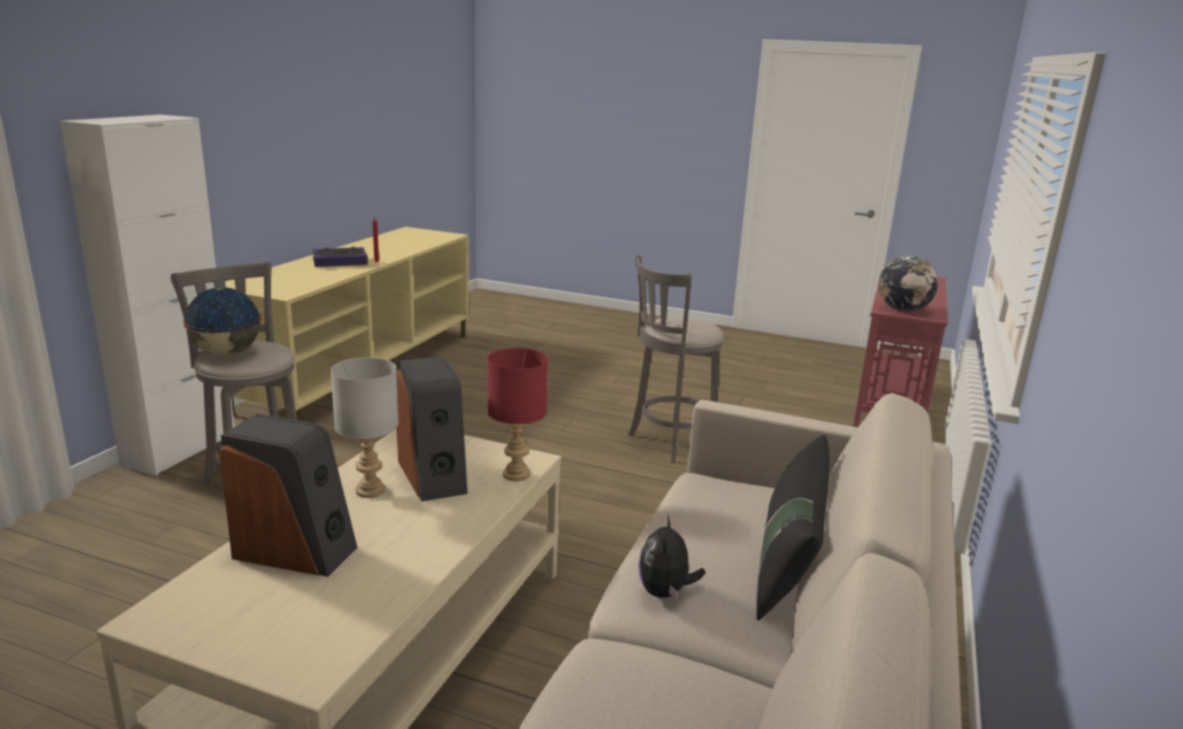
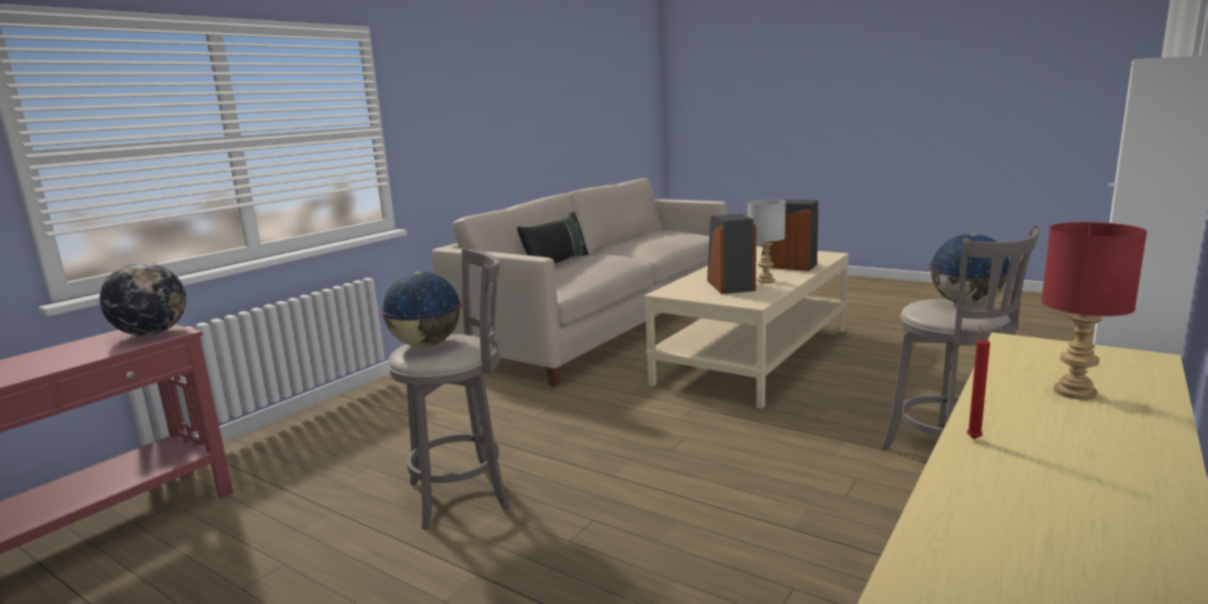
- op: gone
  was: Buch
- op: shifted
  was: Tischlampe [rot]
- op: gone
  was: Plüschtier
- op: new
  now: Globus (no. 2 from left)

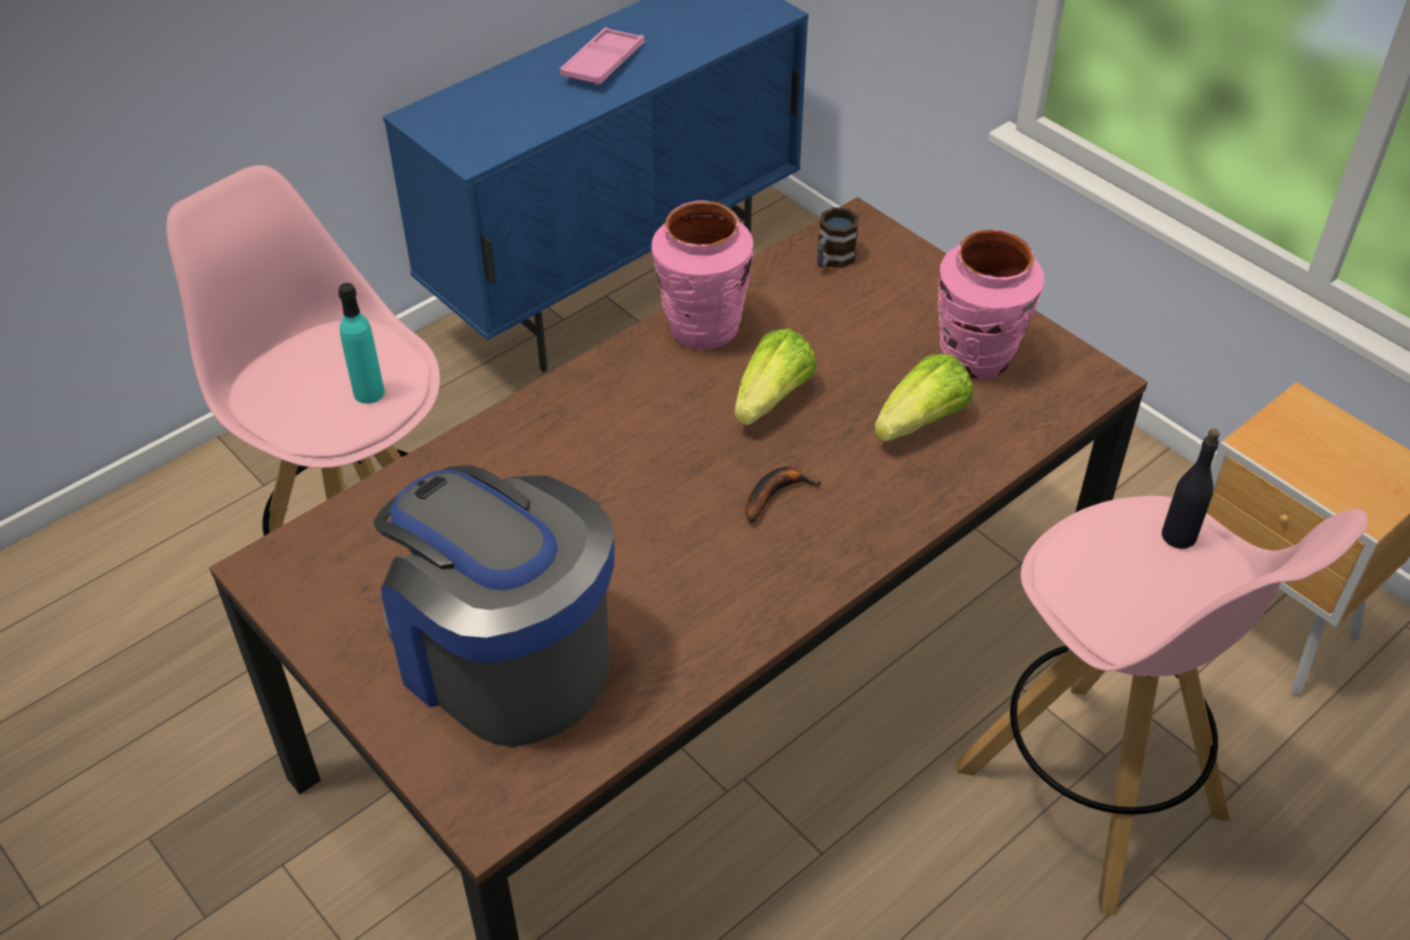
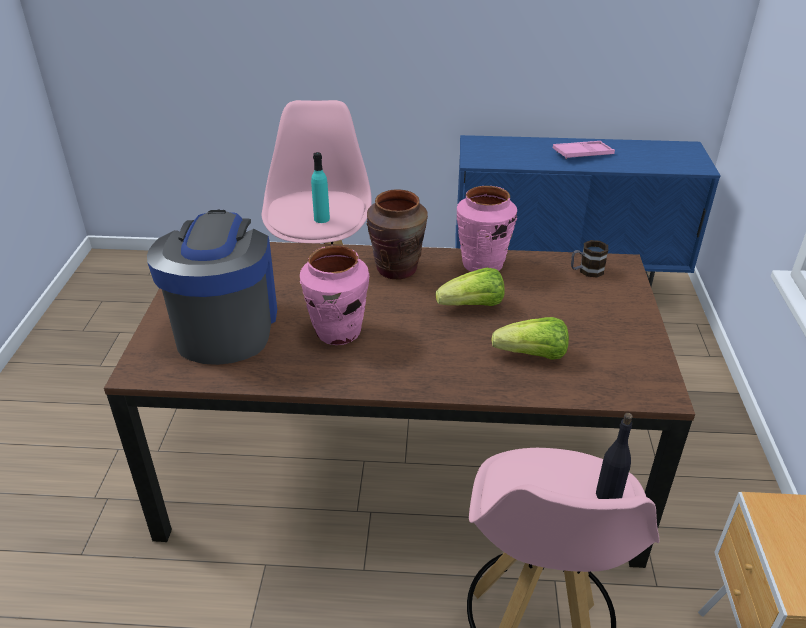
- op: shifted
  was: Vase [rosa] (no. 2 from left in the first image)
  now: Vase [rosa] (no. 1 from left)
- op: gone
  was: Banane
- op: new
  now: Vase [braun]

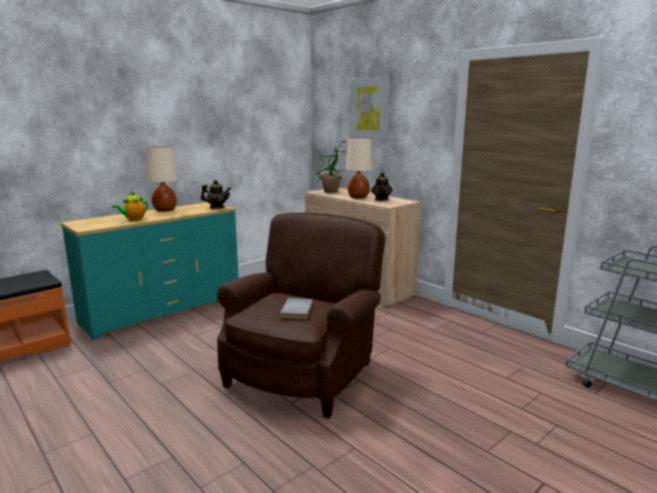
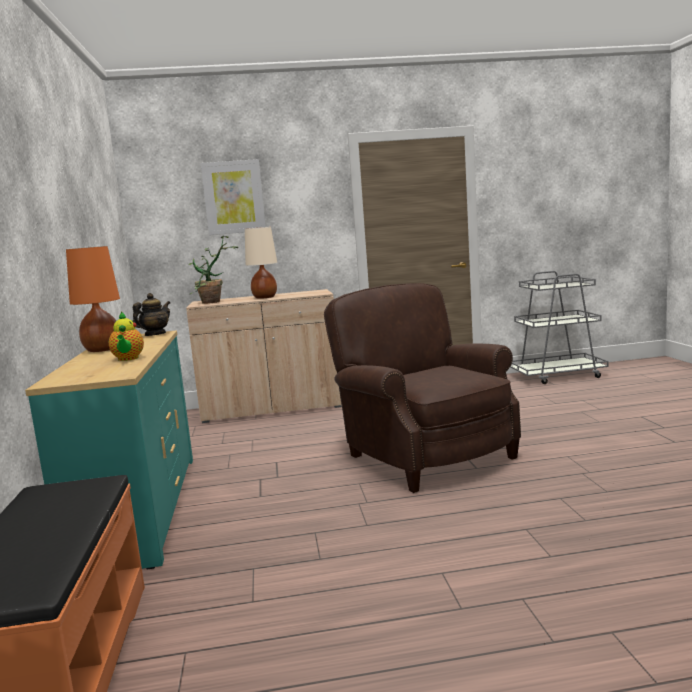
- op: repainted
  was: Tischlampe [beige] (no. 1 from left)
  now: Tischlampe [orange]
- op: gone
  was: Teekanne (no. 3 from left)
- op: gone
  was: Buch [grau]

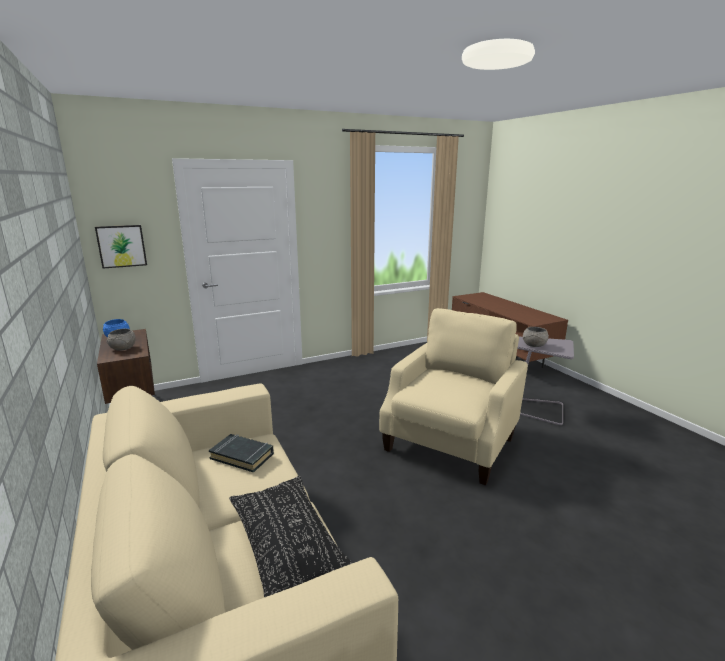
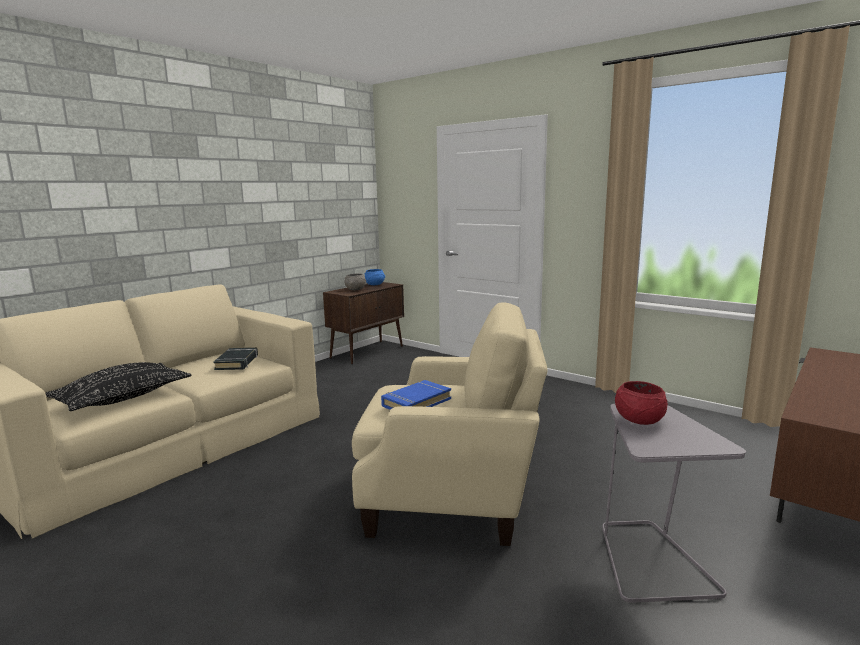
- op: gone
  was: Bild
- op: repainted
  was: Schüssel [grau] (no. 2 from left)
  now: Schüssel [rot]
- op: new
  now: Buch [blau]

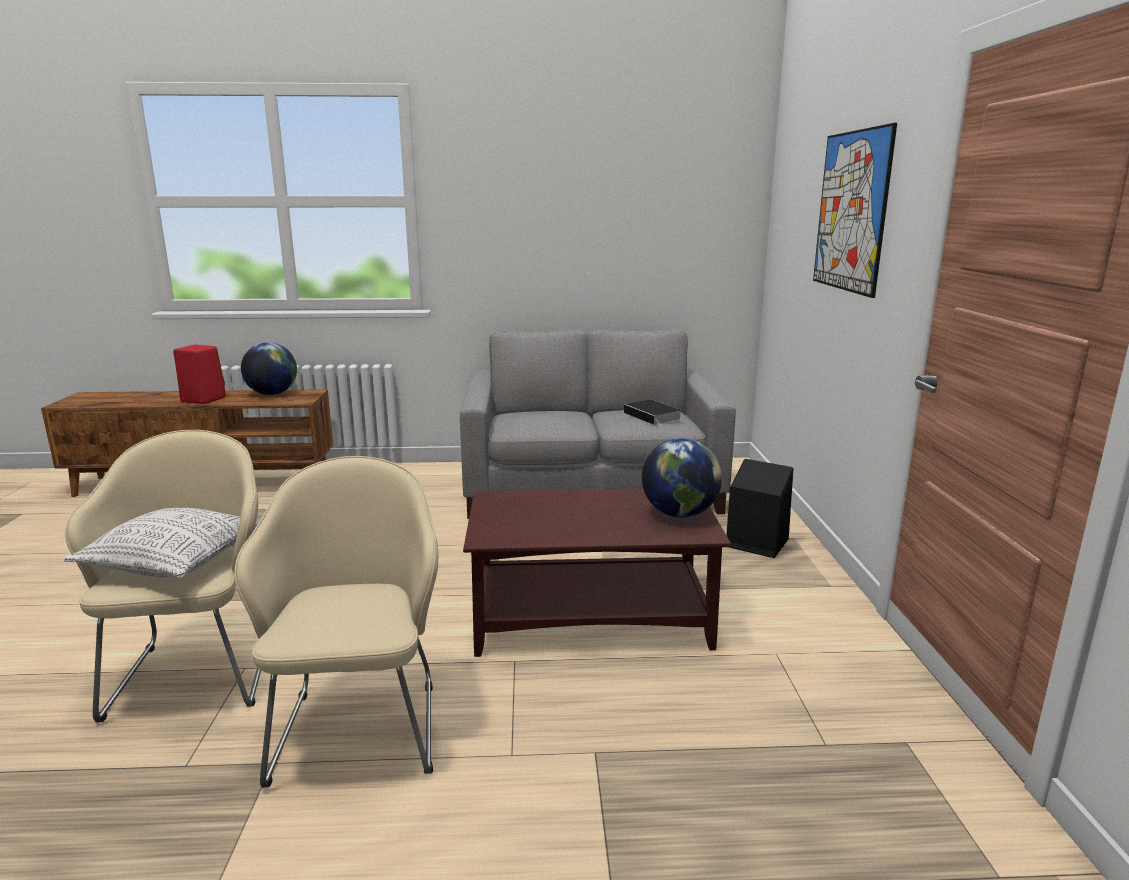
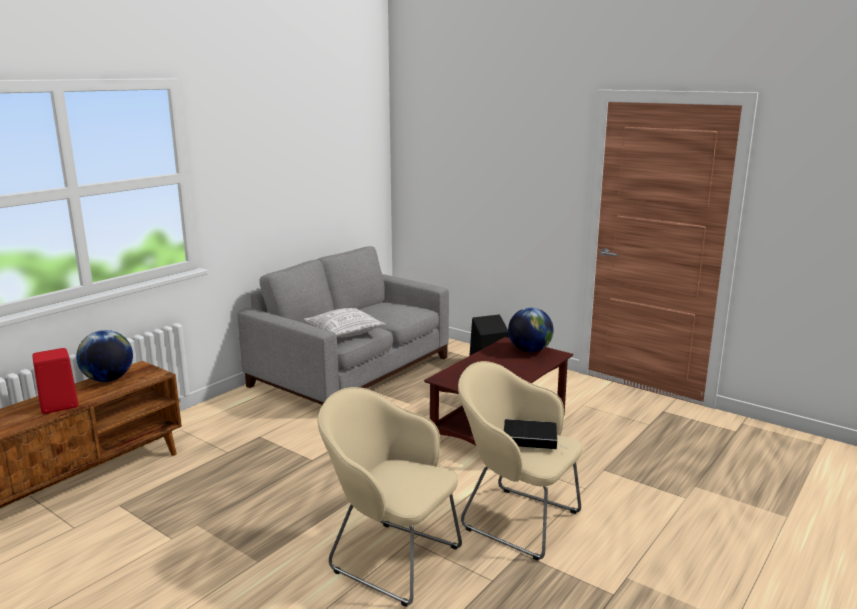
- op: gone
  was: Bild
- op: shifted
  was: Buch
- op: shifted
  was: Kissen

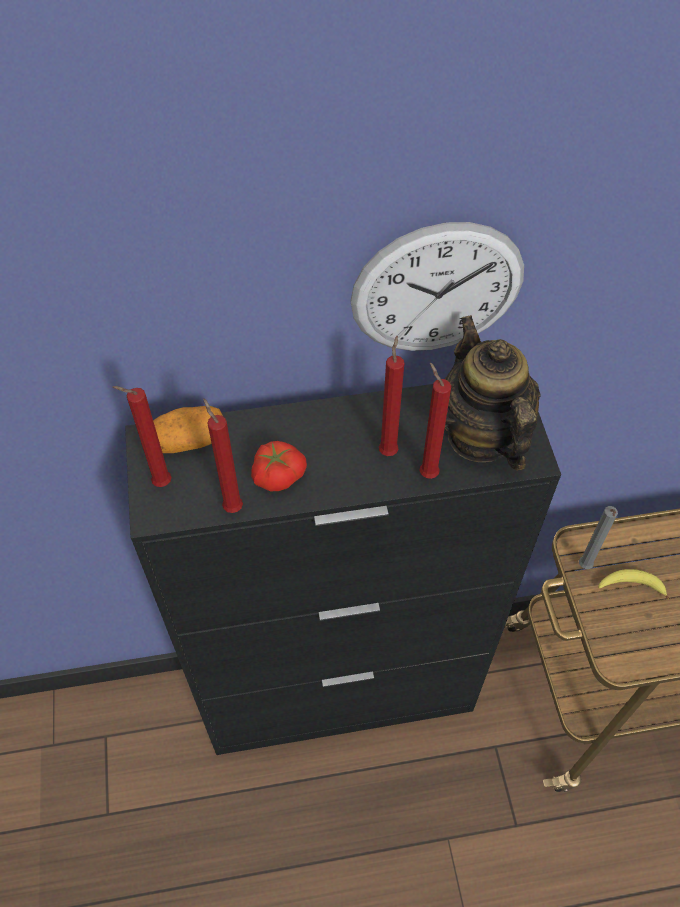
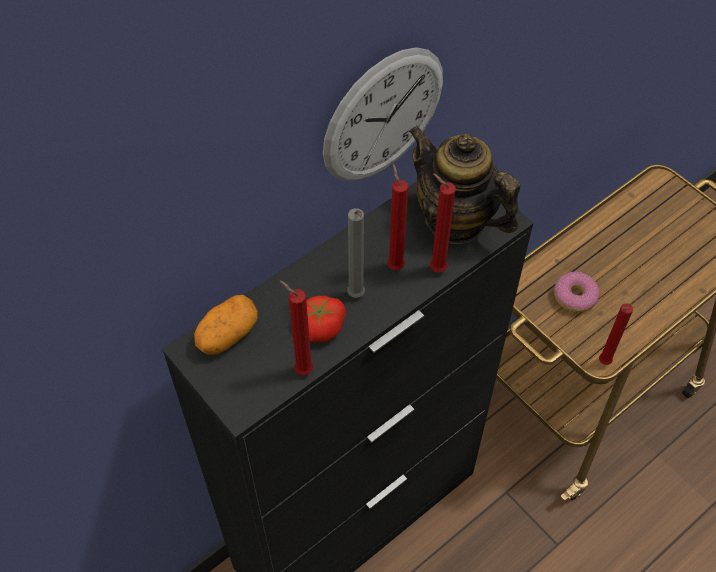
- op: shifted
  was: Kerze [rot] (no. 1 from left in the first image)
  now: Kerze [rot] (no. 4 from left)
- op: shifted
  was: Kerze [grau]
- op: swapped
  was: Banane
  now: Donut

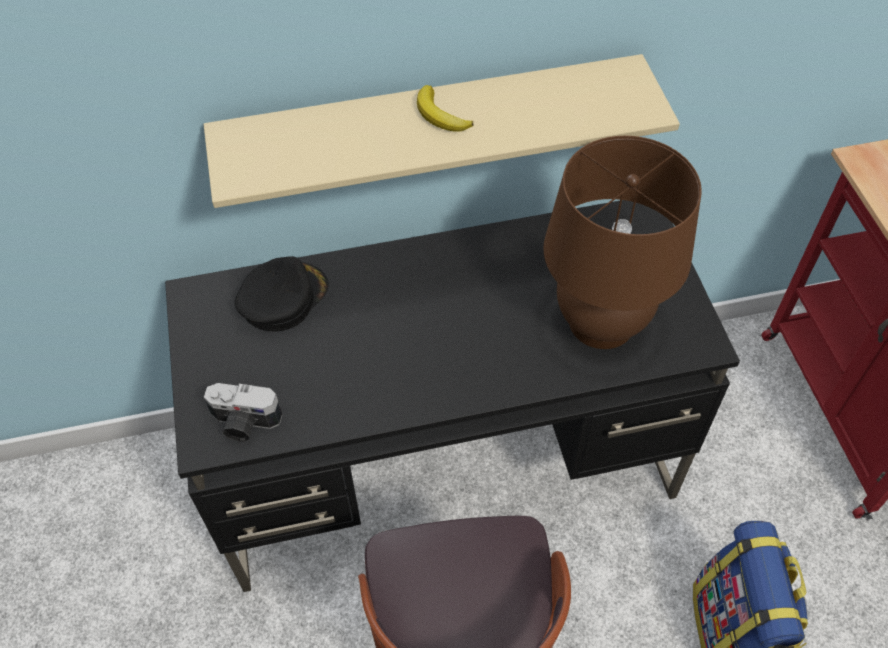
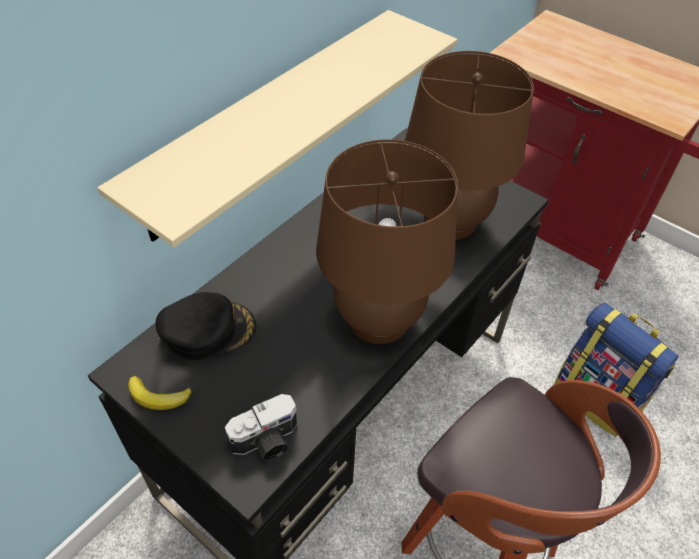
- op: shifted
  was: Banane
- op: rotated
  was: Kappe [schwarz]
  clockwise: 75
- op: new
  now: Tischlampe [braun] (no. 1 from left)

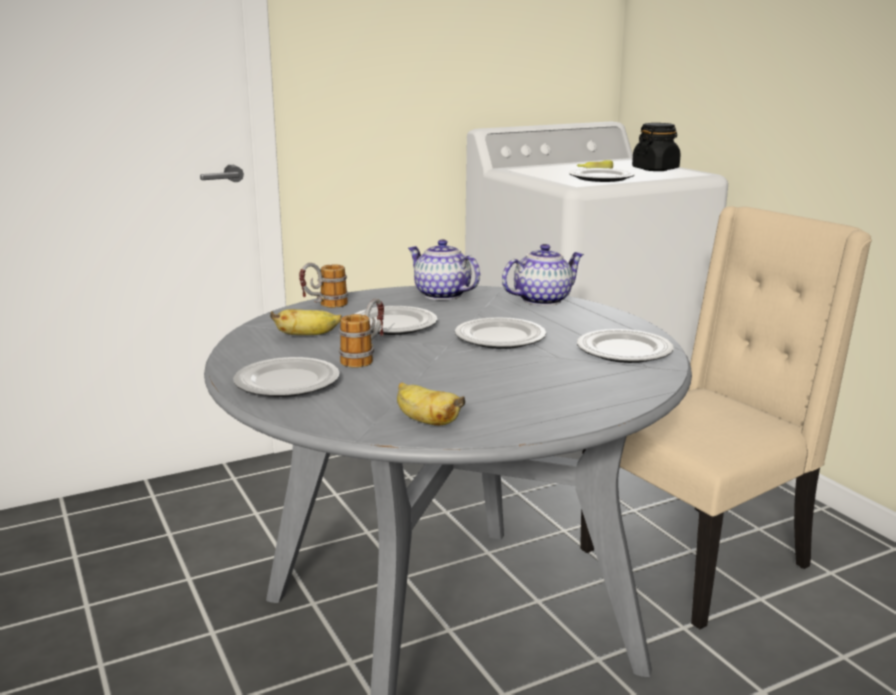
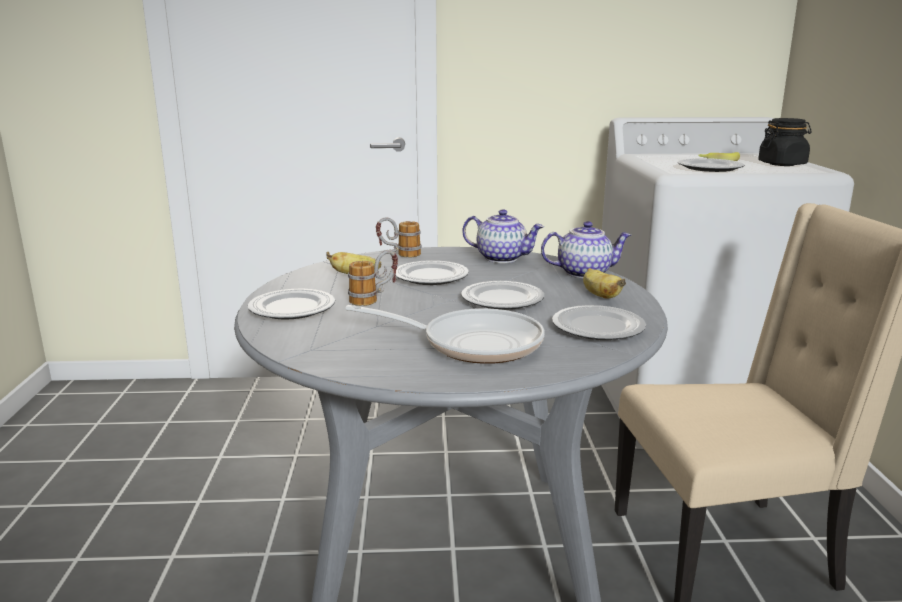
- op: rotated
  was: Teekanne (no. 1 from left)
  clockwise: 135
- op: shifted
  was: Banane (no. 2 from left)
- op: new
  now: Pfanne

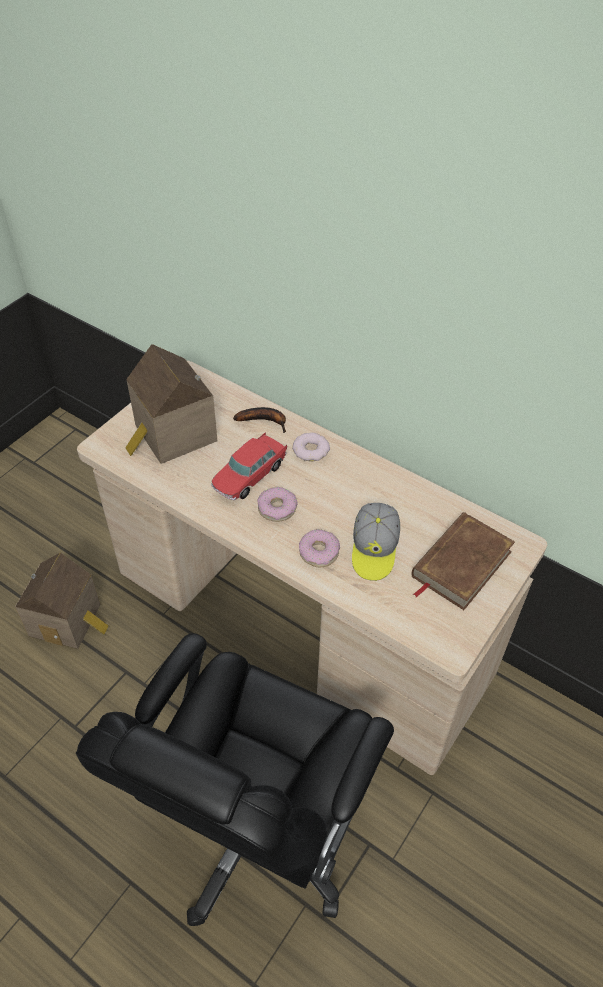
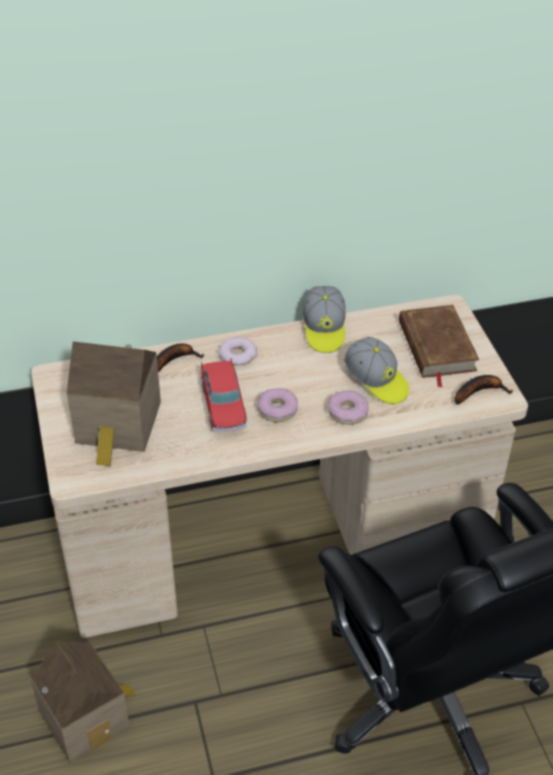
- op: new
  now: Kappe (no. 1 from left)
- op: new
  now: Banane (no. 2 from left)

